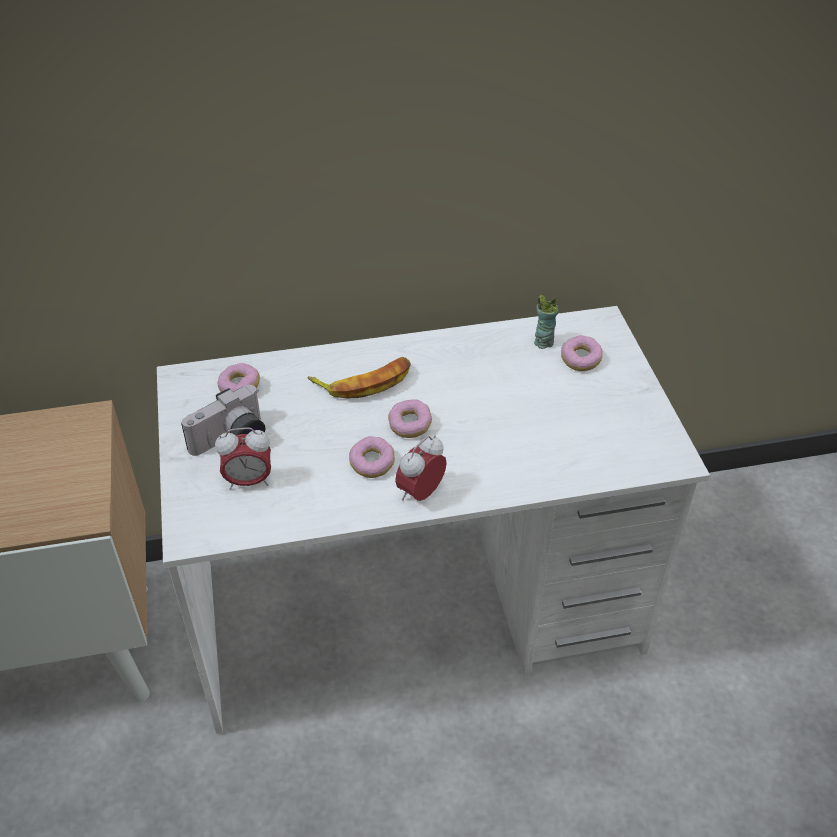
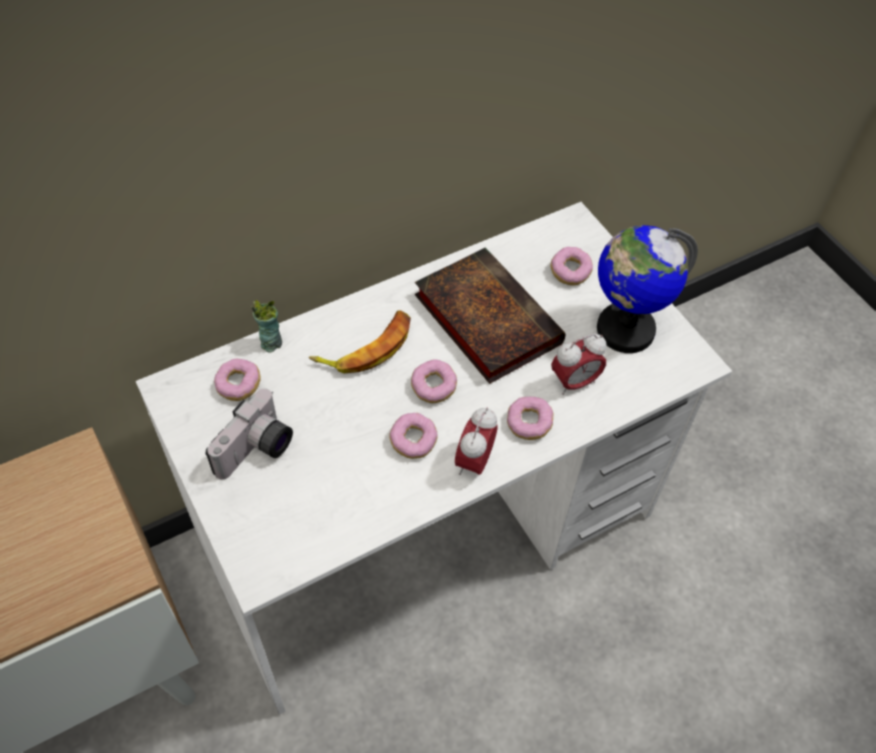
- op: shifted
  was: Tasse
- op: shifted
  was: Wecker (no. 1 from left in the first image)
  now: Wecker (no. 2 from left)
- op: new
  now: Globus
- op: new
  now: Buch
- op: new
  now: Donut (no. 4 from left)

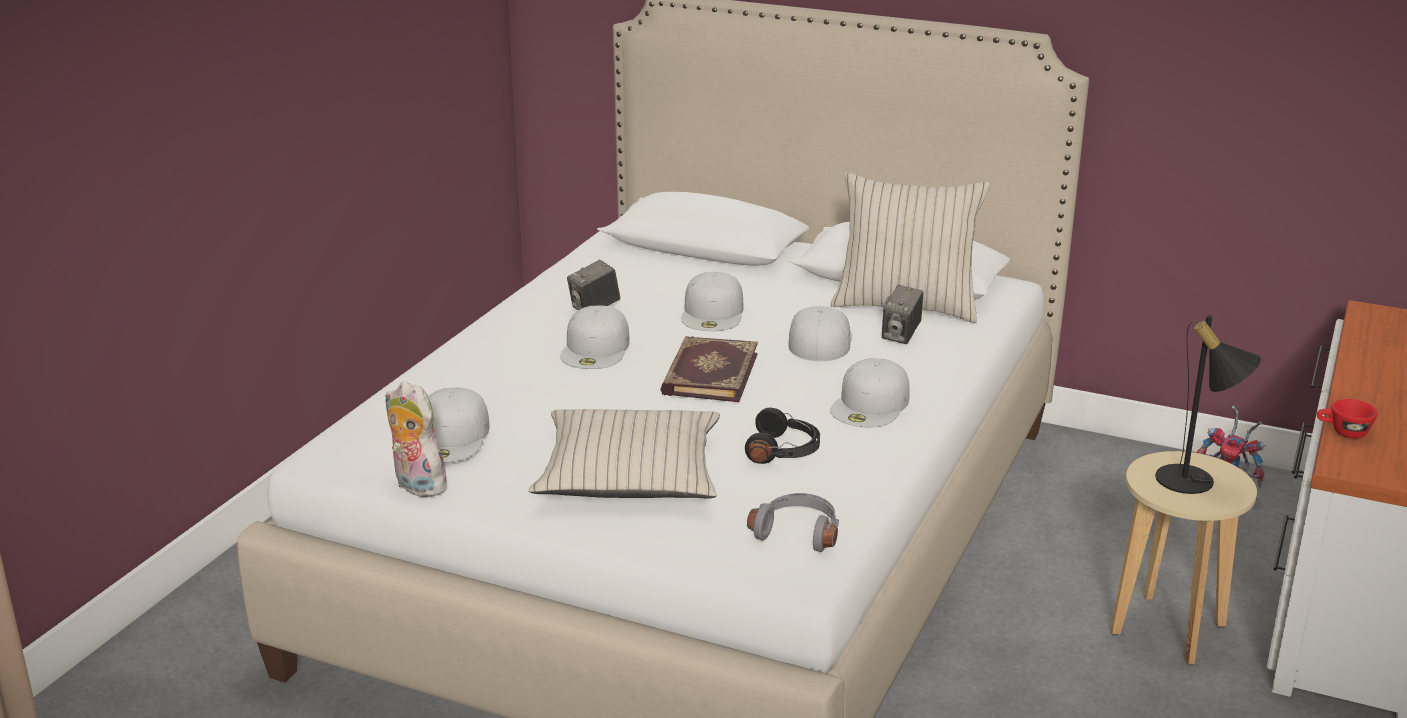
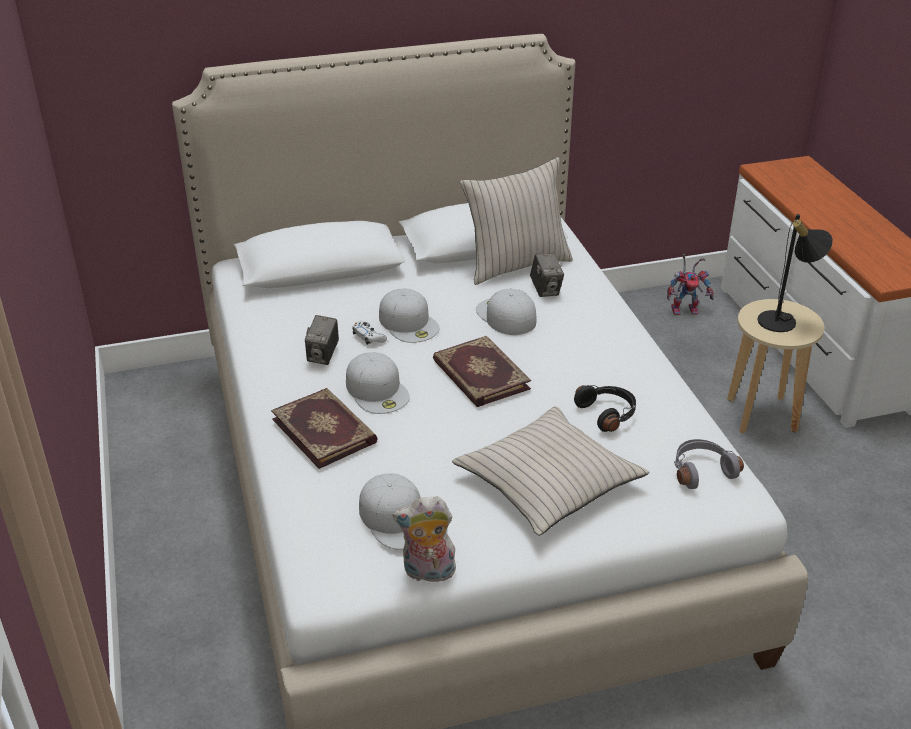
- op: gone
  was: Kappe [weiß] (no. 5 from left)
- op: gone
  was: Tasse [rot]
- op: new
  now: Gamepad [weiß]
- op: new
  now: Buch (no. 1 from left)

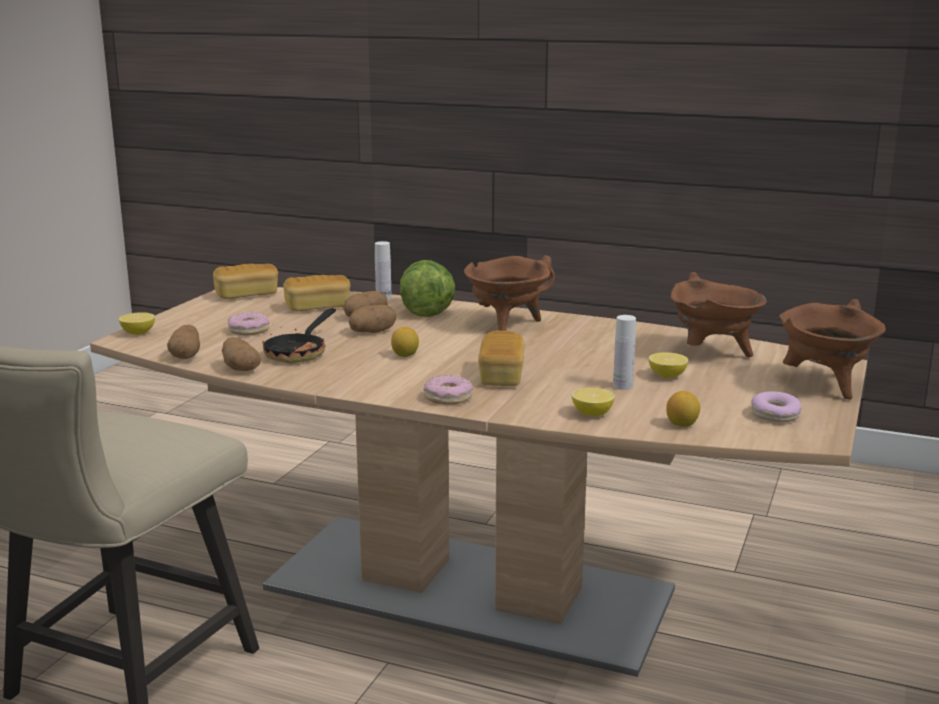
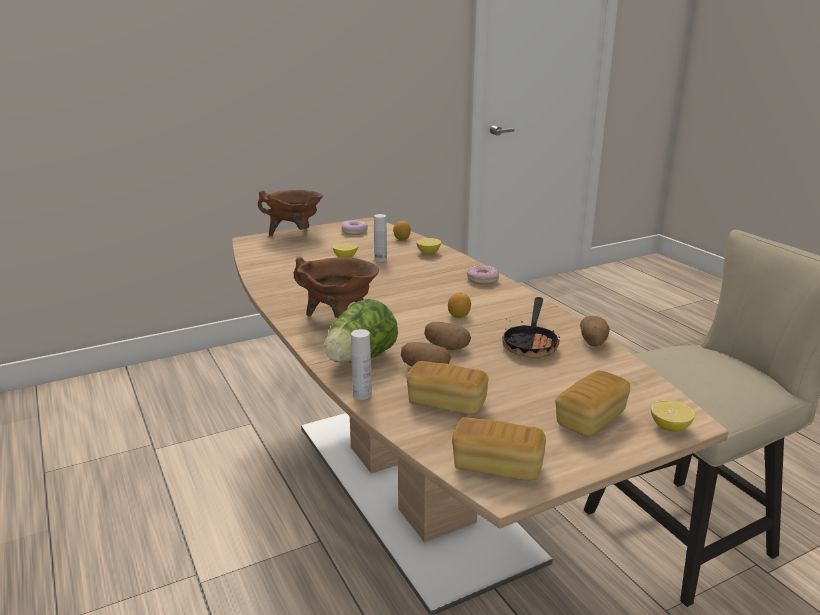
- op: gone
  was: Kochtopf [braun] (no. 2 from left)
- op: rotated
  was: Pfanne
  clockwise: 135
- op: gone
  was: Donut (no. 1 from left)
- op: gone
  was: Kartoffel (no. 1 from left)
- op: shifted
  was: Brot (no. 3 from left)

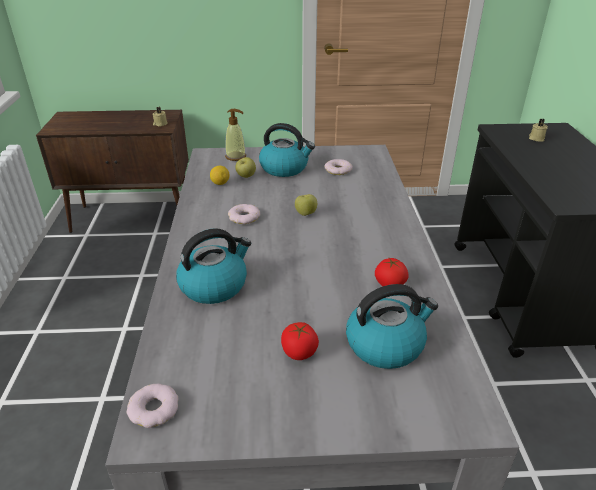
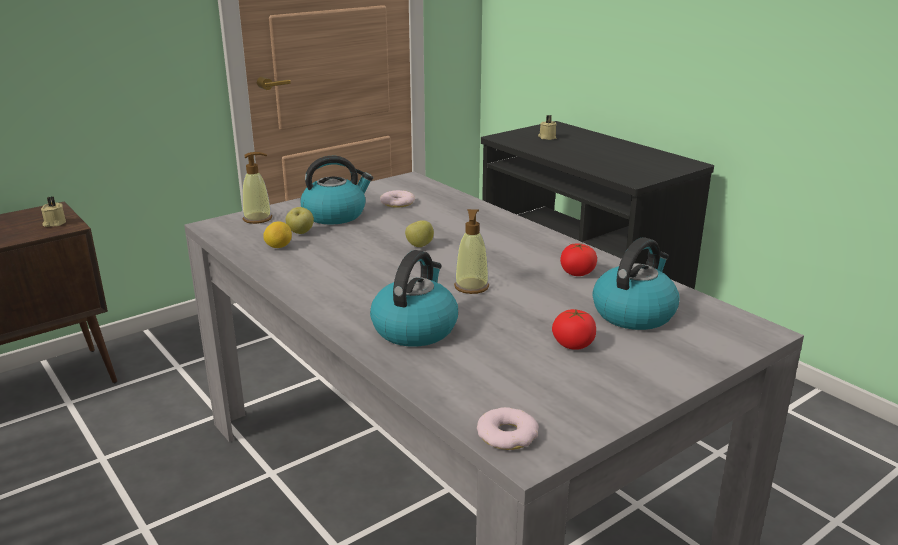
- op: gone
  was: Donut (no. 2 from left)
- op: new
  now: Seifenspender (no. 2 from left)

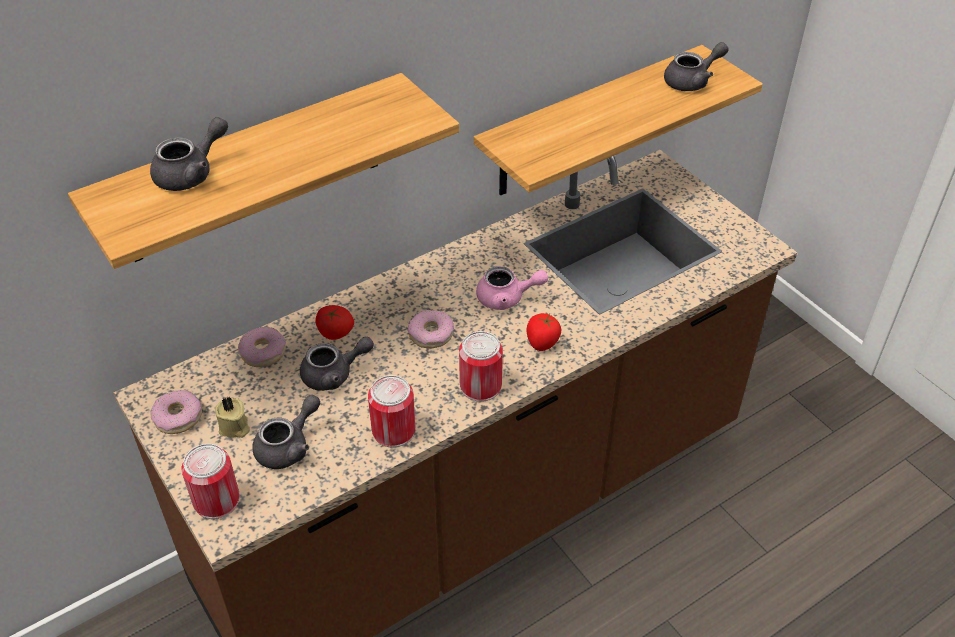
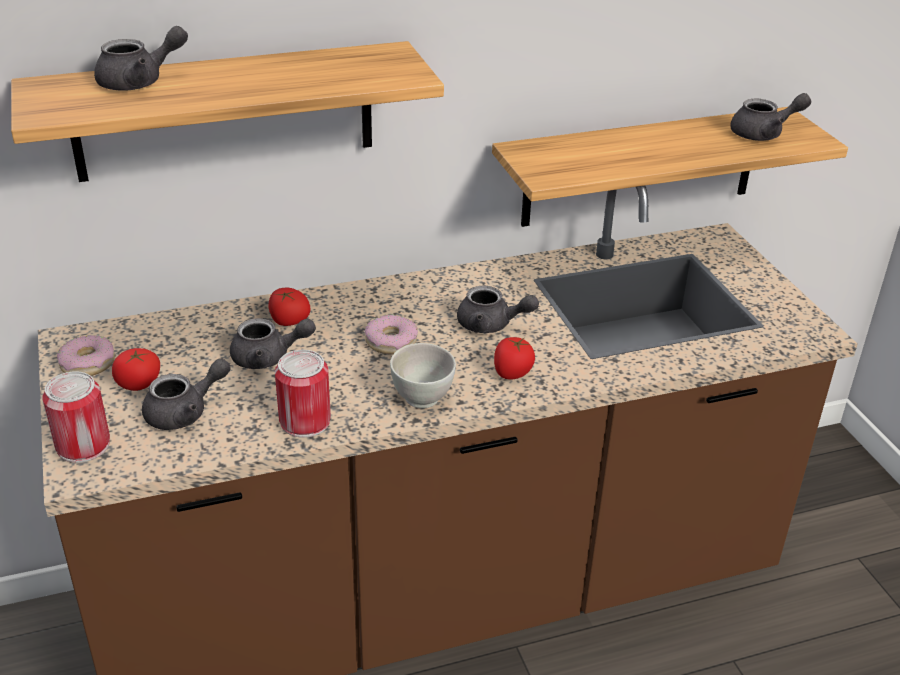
- op: repainted
  was: Teekanne [rosa]
  now: Teekanne [grau] (no. 4 from left)
- op: gone
  was: Donut (no. 2 from left)
- op: swapped
  was: Dose (no. 3 from left)
  now: Schüssel [weiß]
- op: swapped
  was: Kerze [beige]
  now: Tomate (no. 1 from left)

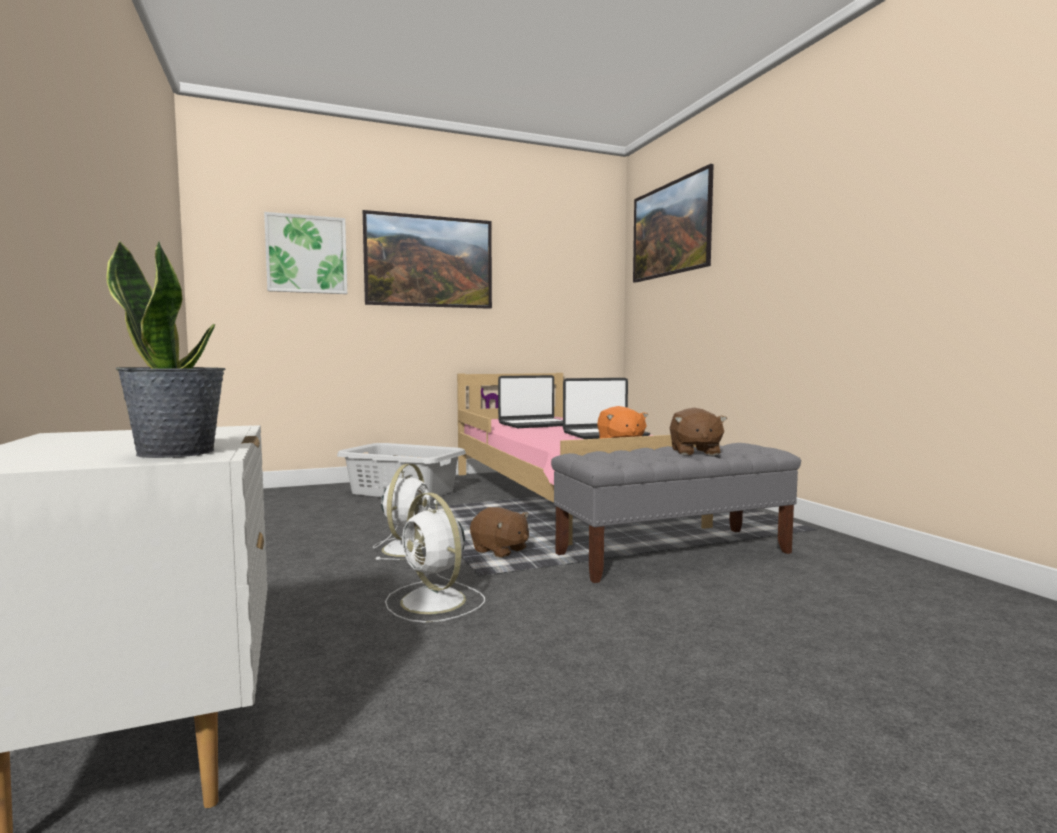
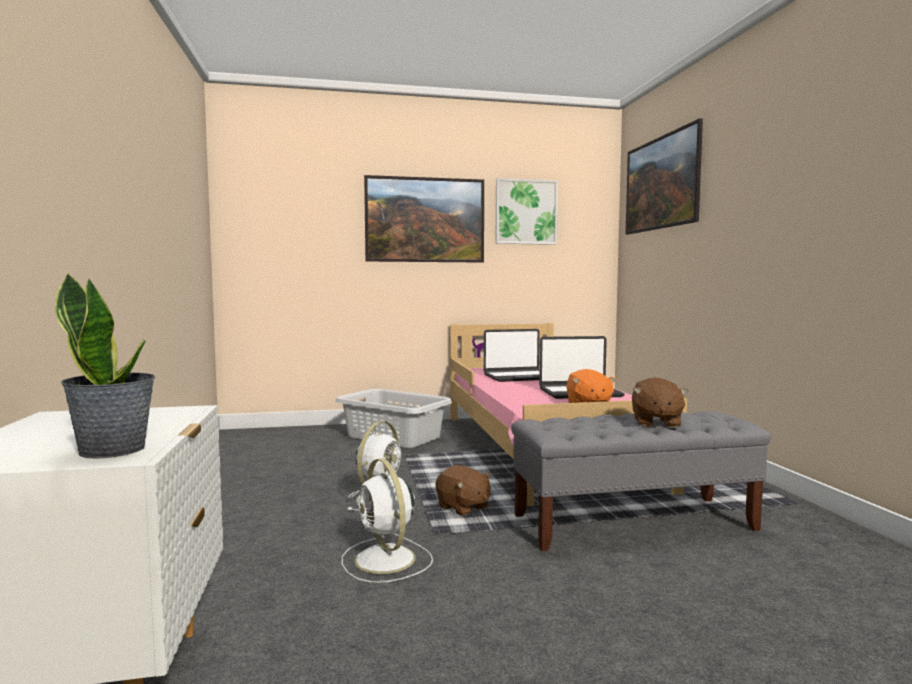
- op: shifted
  was: Bild (no. 1 from left in the first image)
  now: Bild (no. 2 from left)

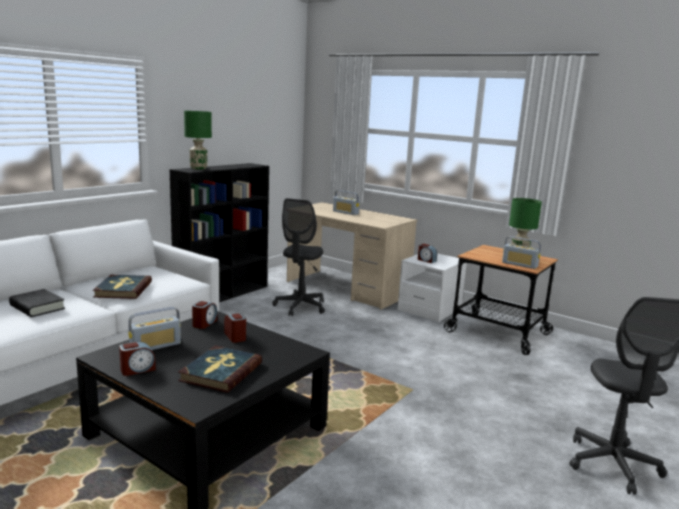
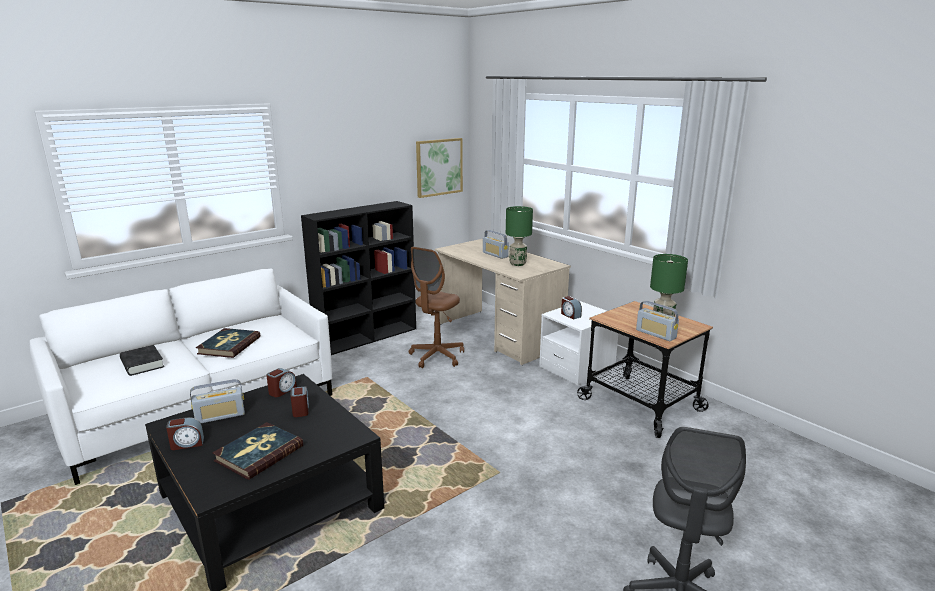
- op: shifted
  was: Tischlampe [grün] (no. 1 from left)
- op: repainted
  was: Bürostuhl [grau] (no. 1 from left)
  now: Bürostuhl [braun]
- op: new
  now: Bild

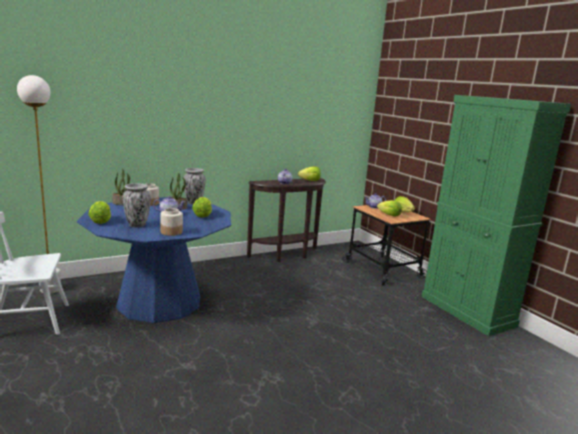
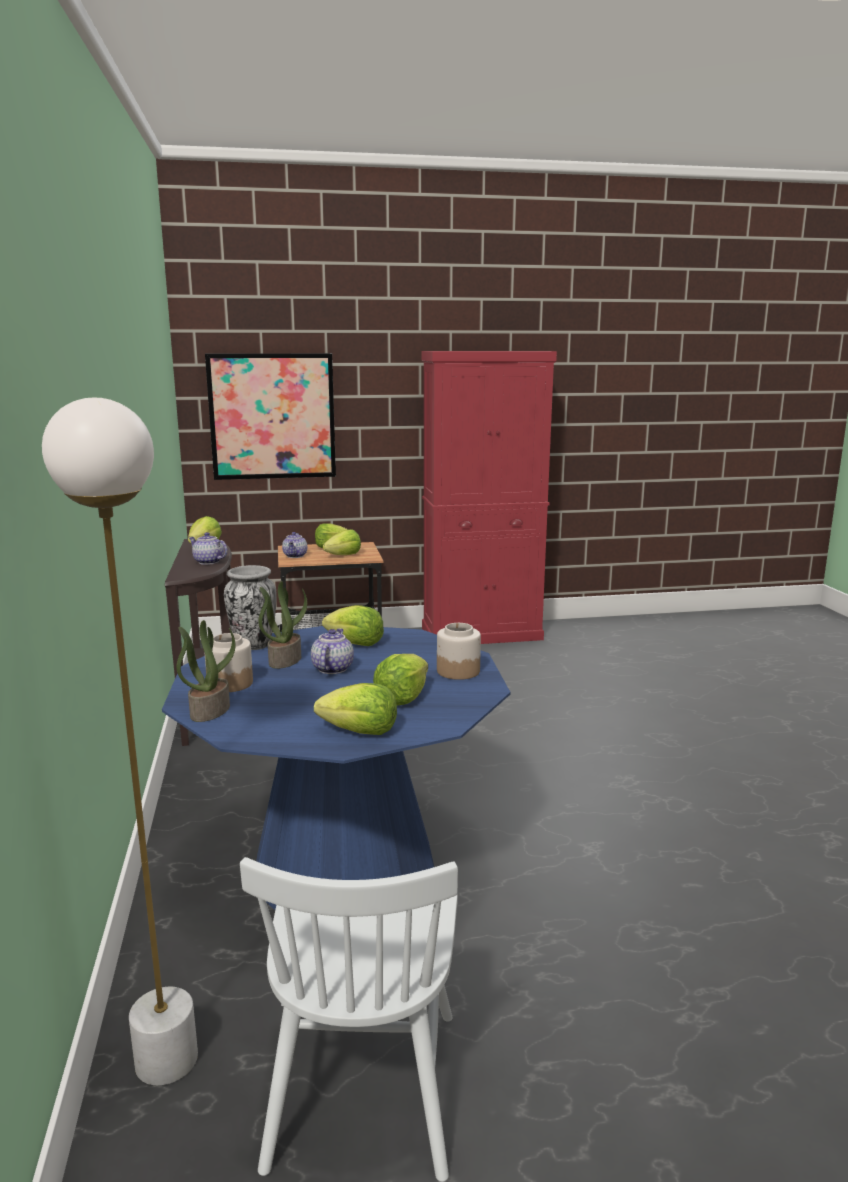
- op: repainted
  was: Schrank [grün]
  now: Schrank [rot]
- op: swapped
  was: Vase (no. 1 from left)
  now: Salatkopf (no. 6 from left)
- op: new
  now: Bild

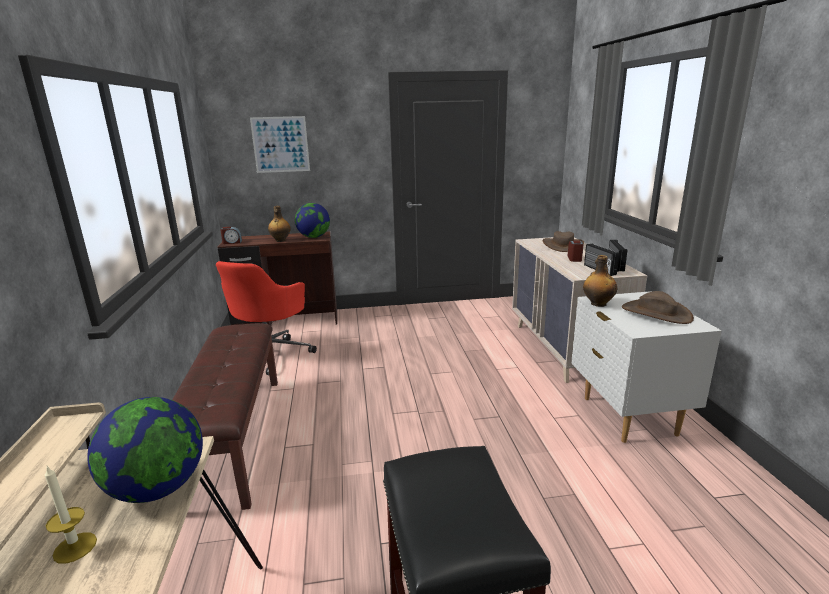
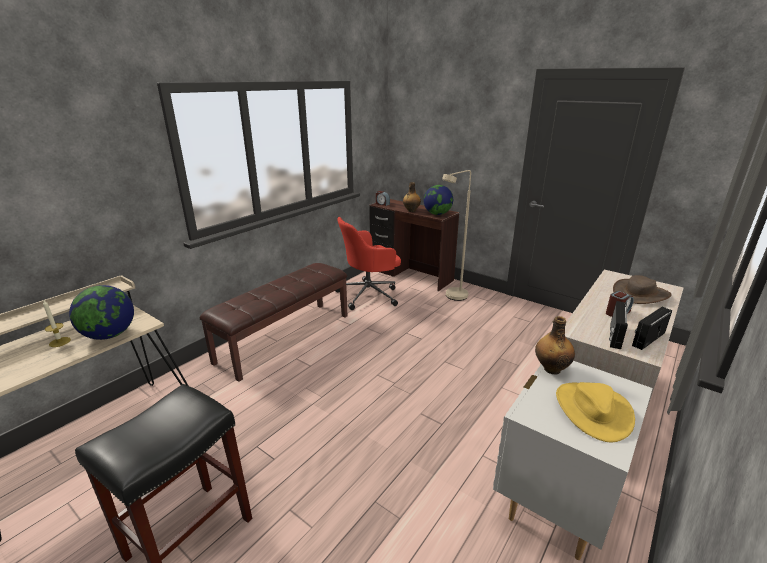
- op: gone
  was: Bild
- op: repainted
  was: Hut [braun] (no. 2 from left)
  now: Hut [gelb]
- op: new
  now: Stehlampe [beige]

